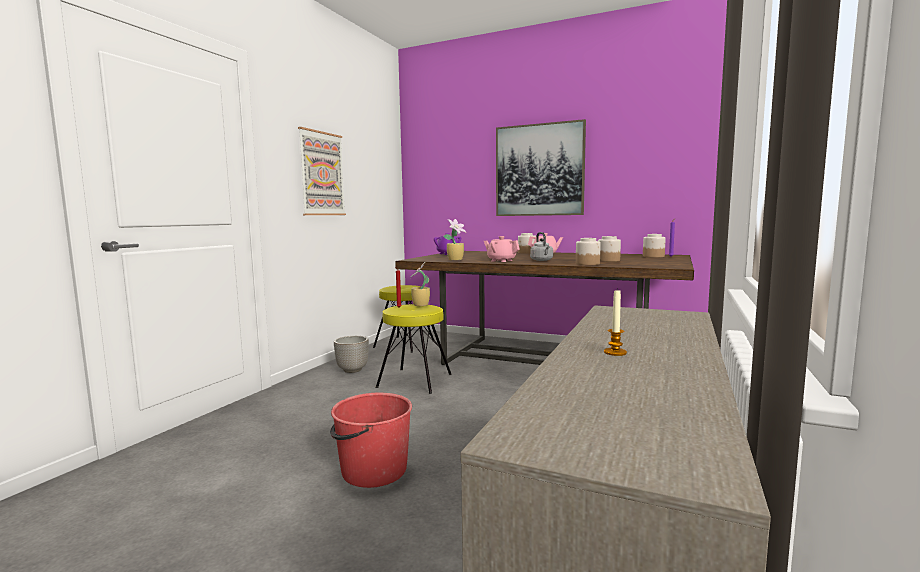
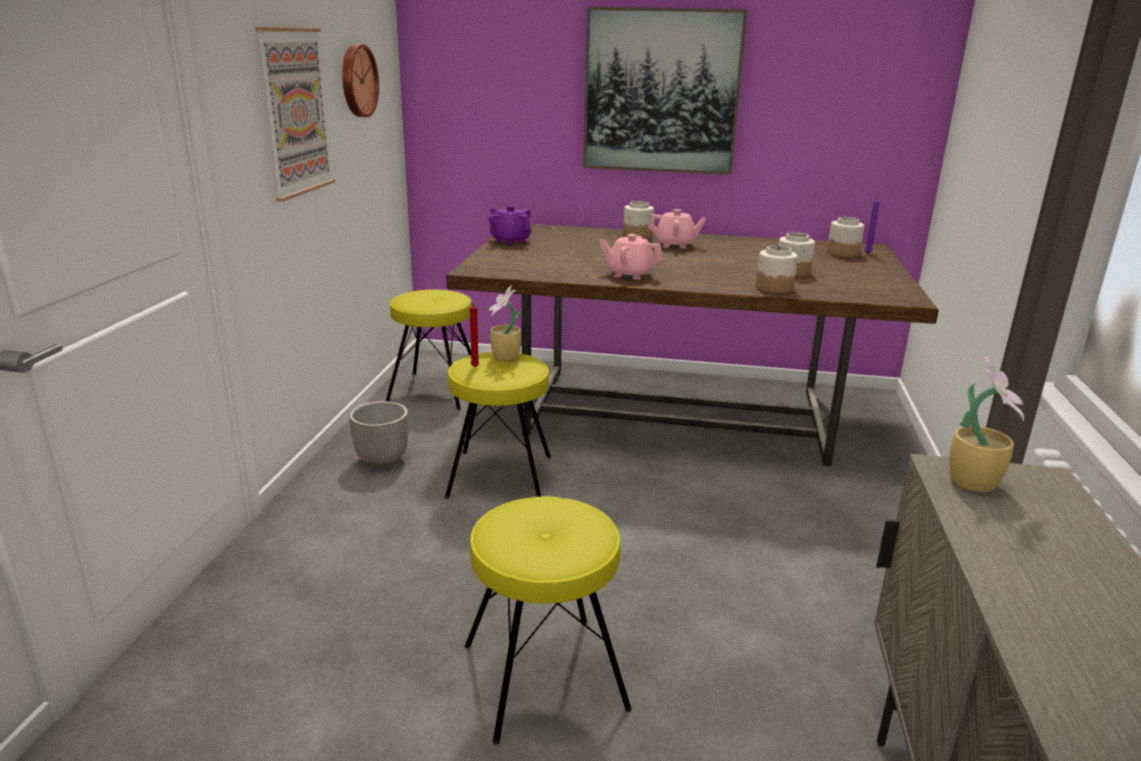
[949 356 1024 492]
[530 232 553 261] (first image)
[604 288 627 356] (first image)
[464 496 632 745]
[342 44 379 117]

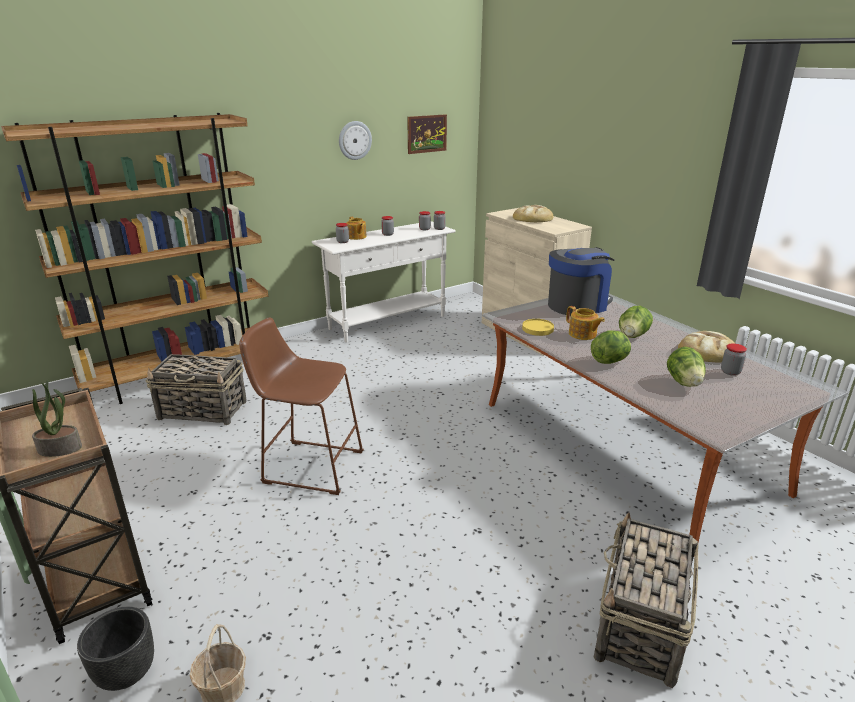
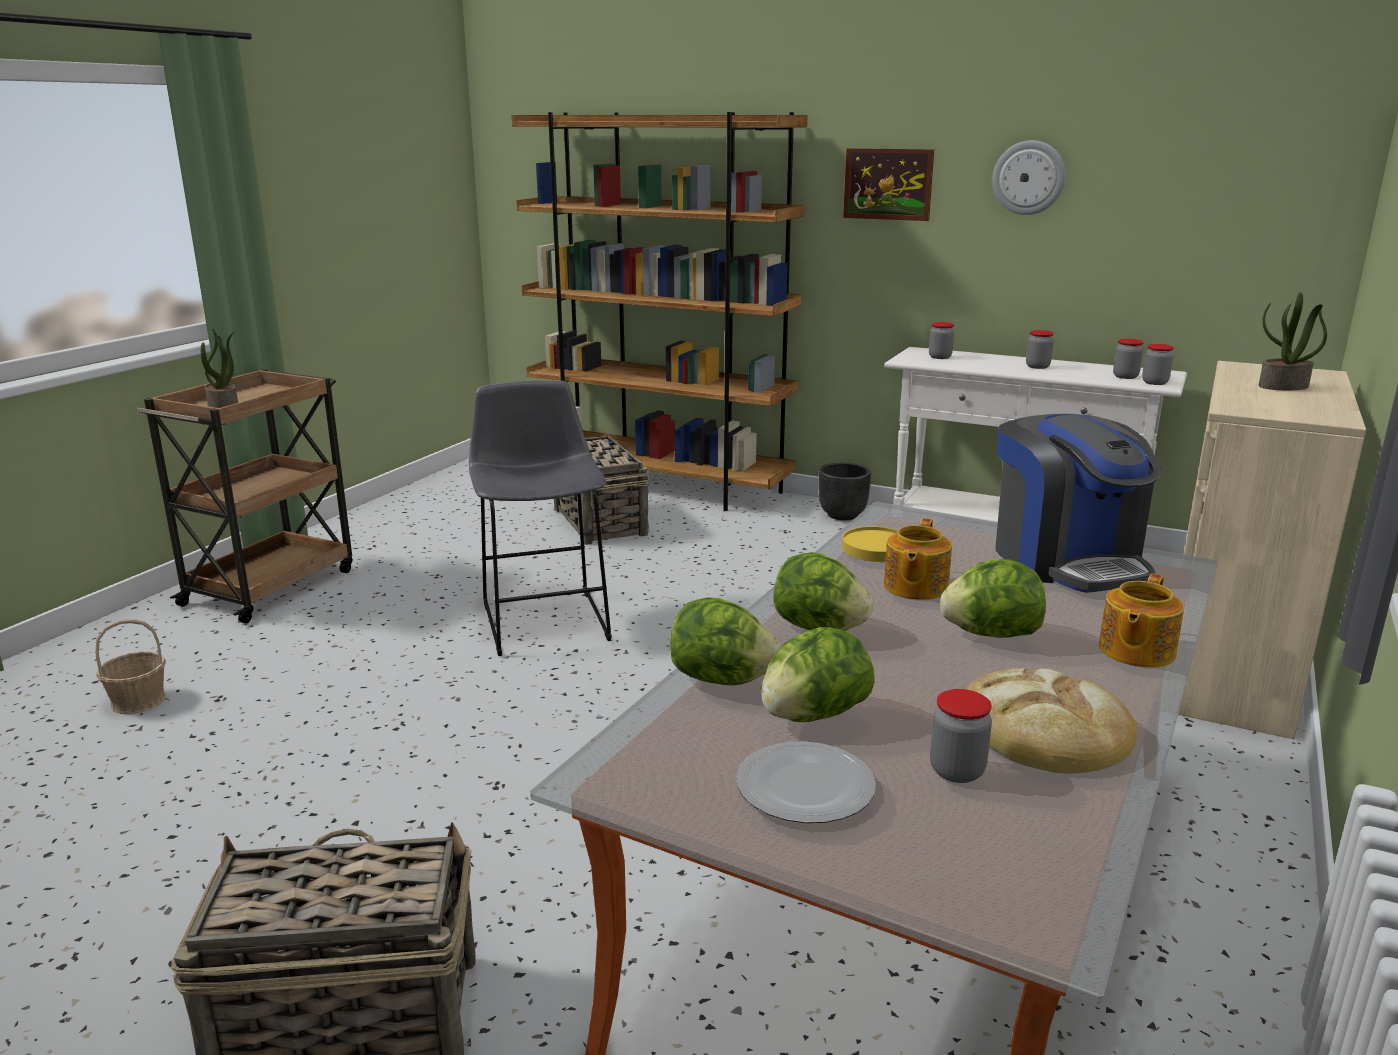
[843 148 934 221]
[1259 292 1327 390]
[1099 573 1184 668]
[996 414 1162 593]
[469 380 612 656]
[818 463 871 520]
[670 597 780 685]
[736 742 876 823]

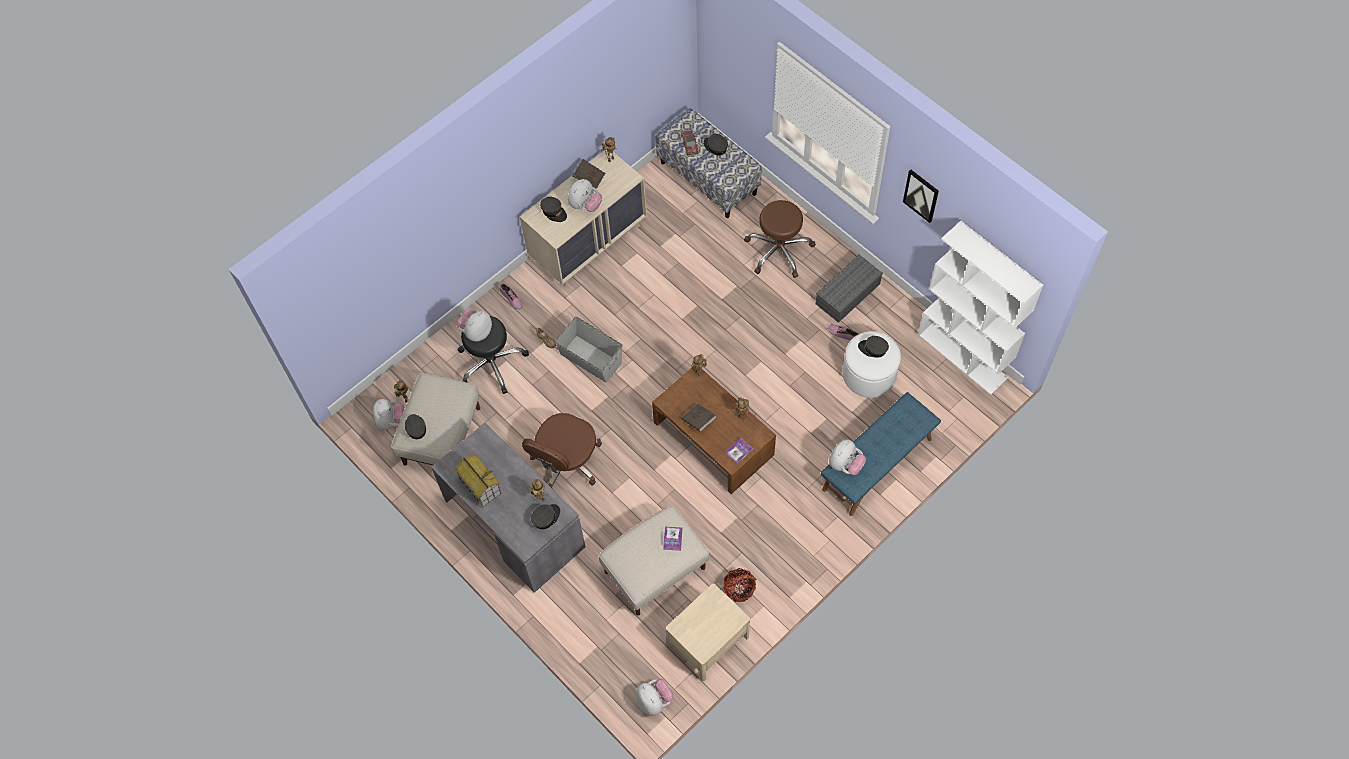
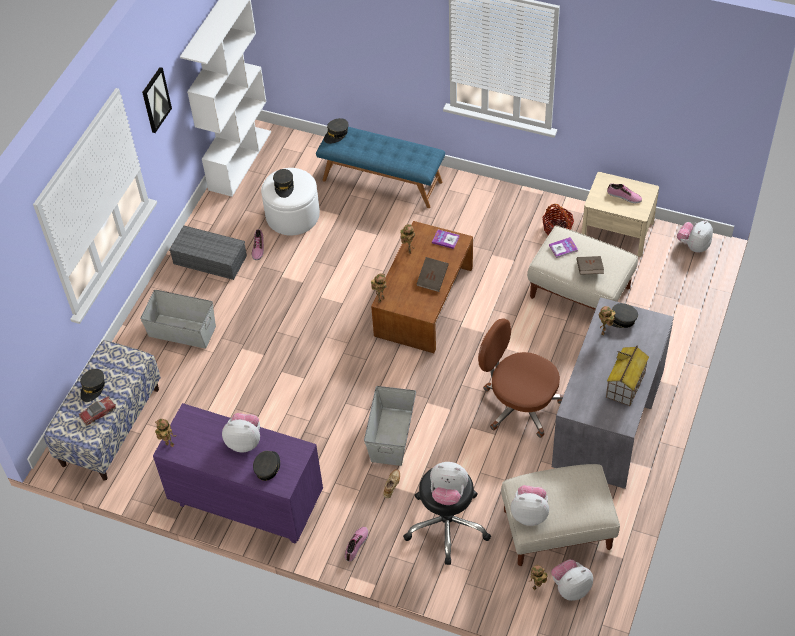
[153 403 323 544]
[577 256 604 275]
[140 290 216 349]
[478 318 564 438]
[324 118 348 144]
[511 485 549 526]
[607 183 642 203]

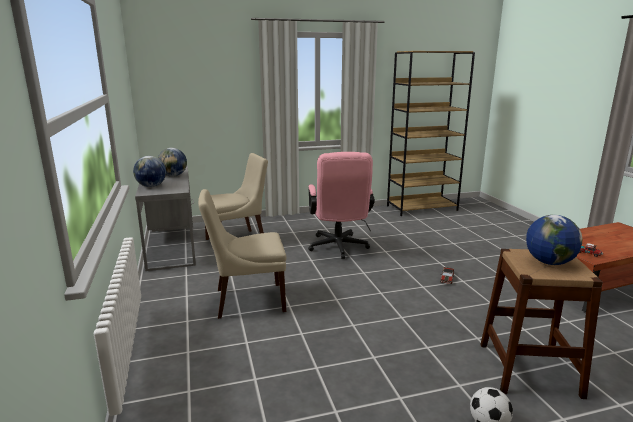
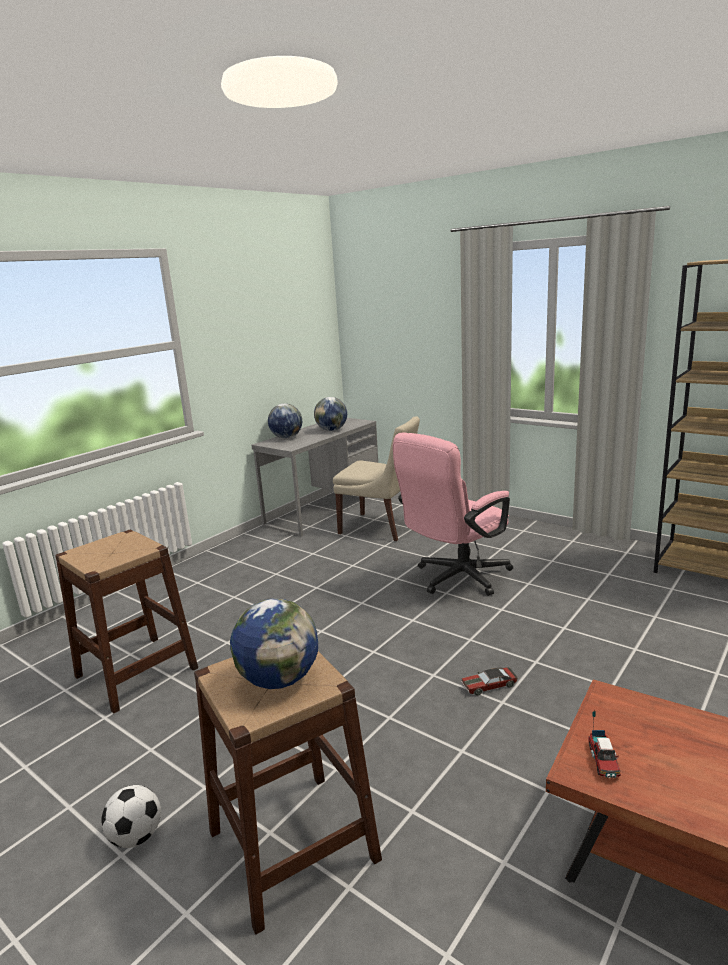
[198 189 286 319] (first image)
[55 530 198 714]

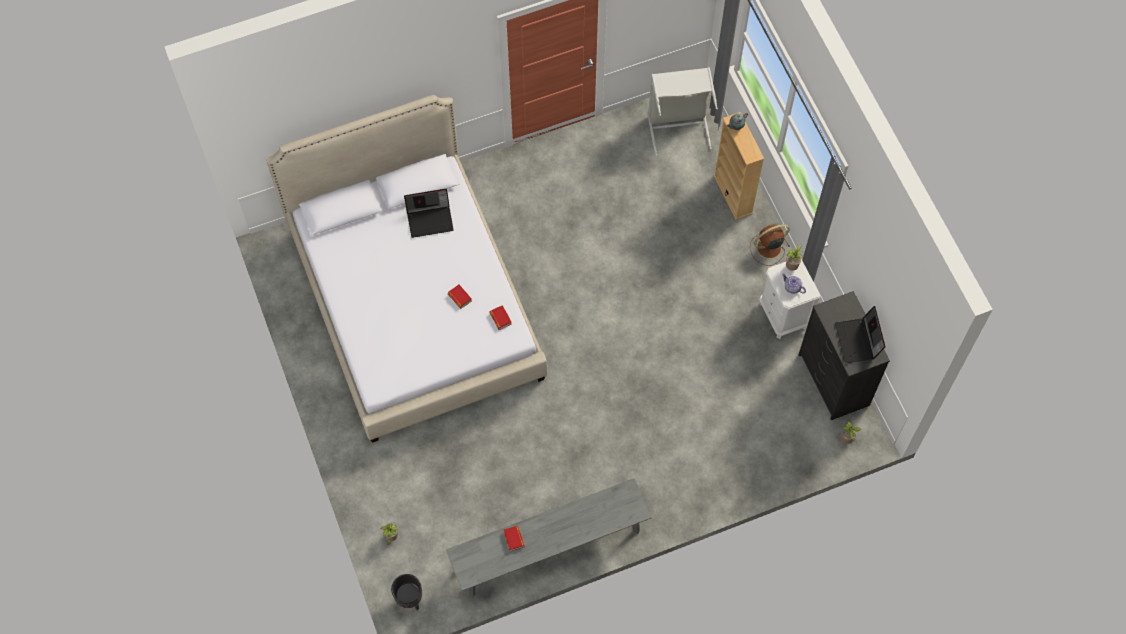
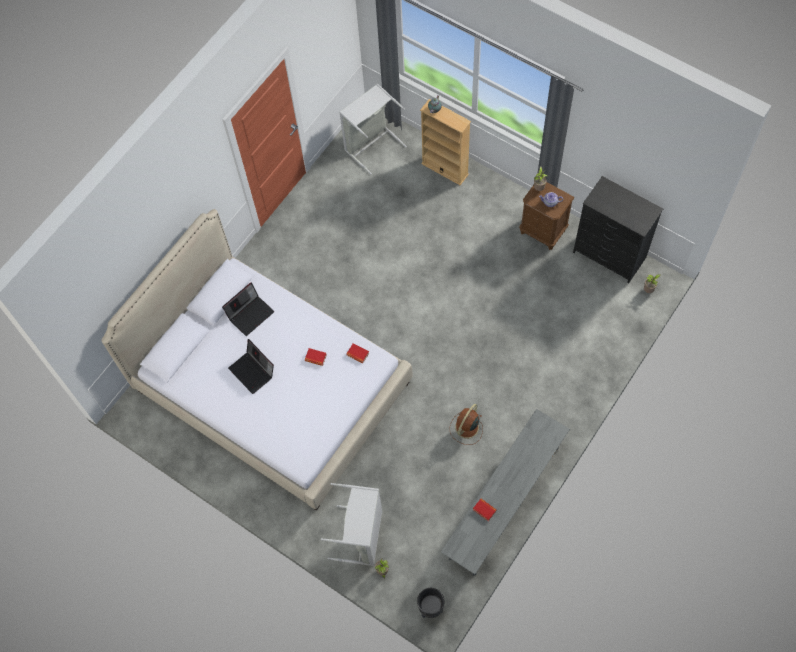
[449 404 483 445]
[519 182 574 250]
[228 339 274 394]
[321 483 382 566]

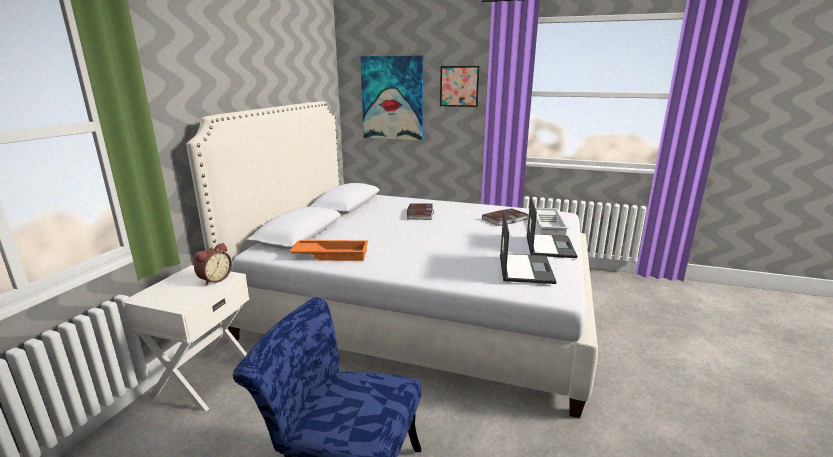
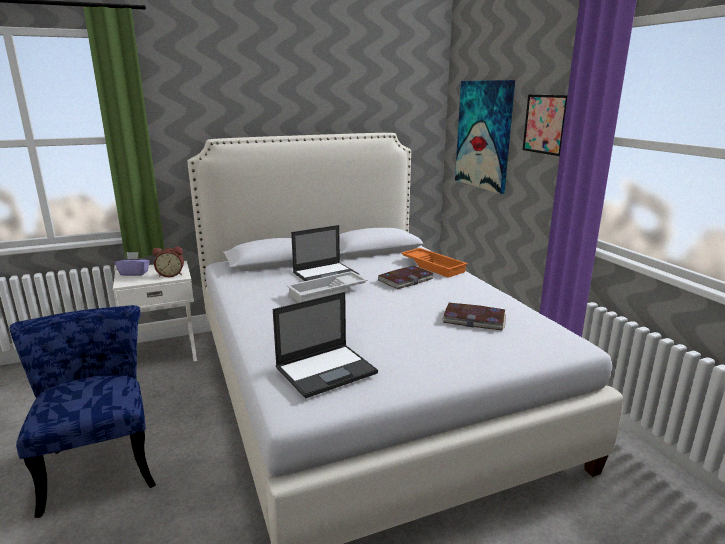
[291 225 359 281]
[287 271 368 303]
[401 248 468 278]
[115 252 150 276]

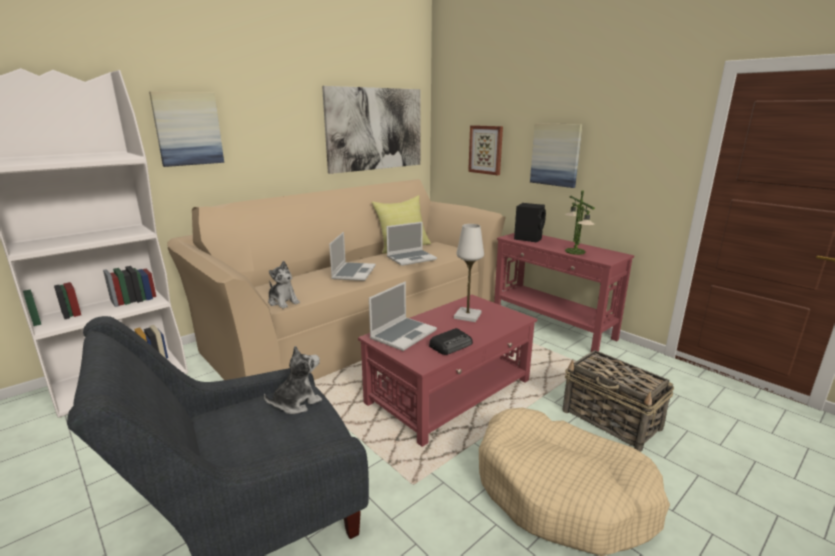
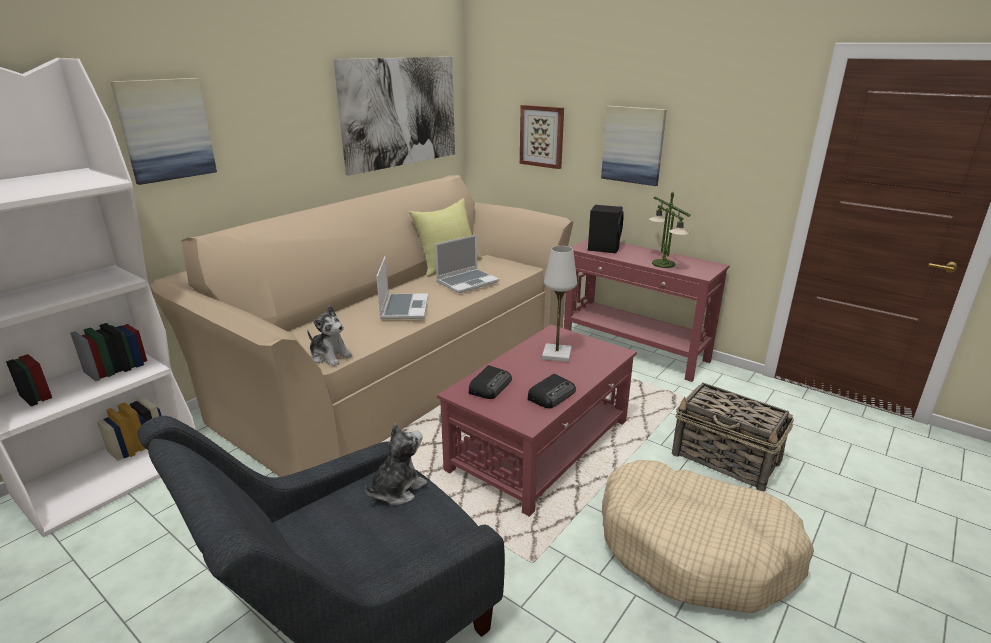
[469 365 512 399]

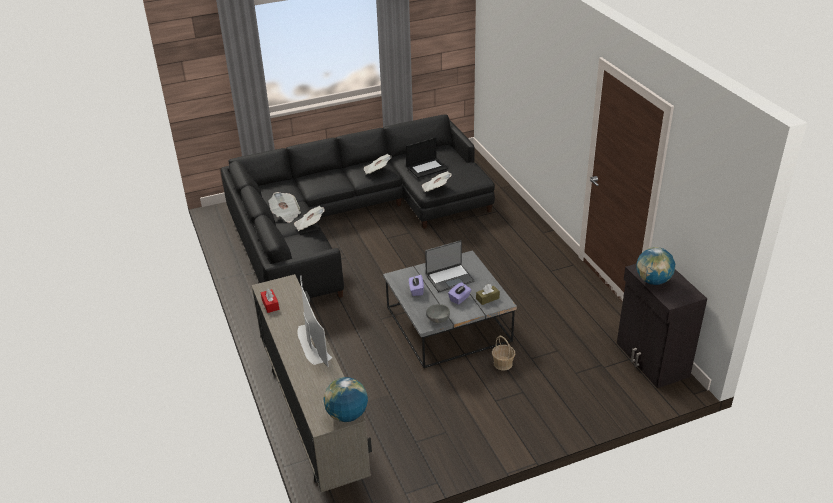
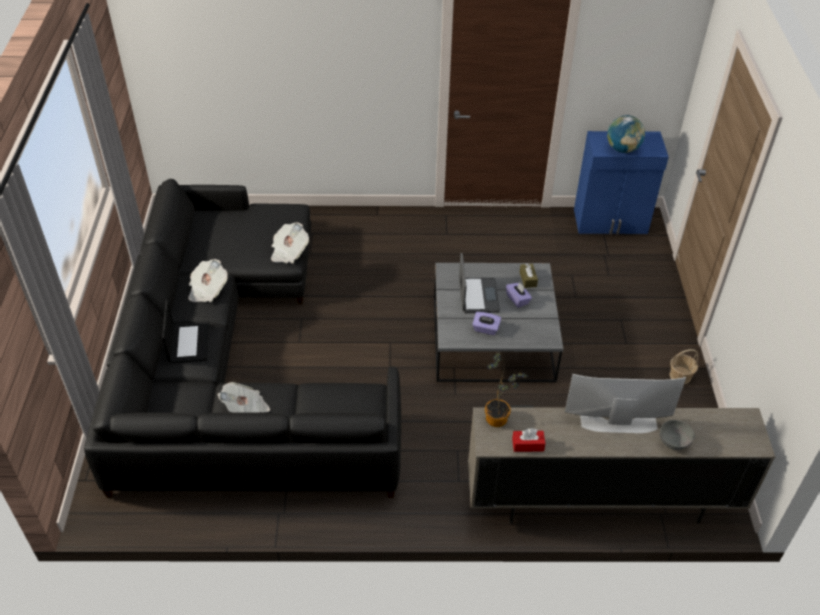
[162 300 209 363]
[294 206 325 231] (first image)
[574 131 669 235]
[660 420 695 450]
[669 349 698 384]
[323 377 368 422] (first image)
[485 352 528 427]

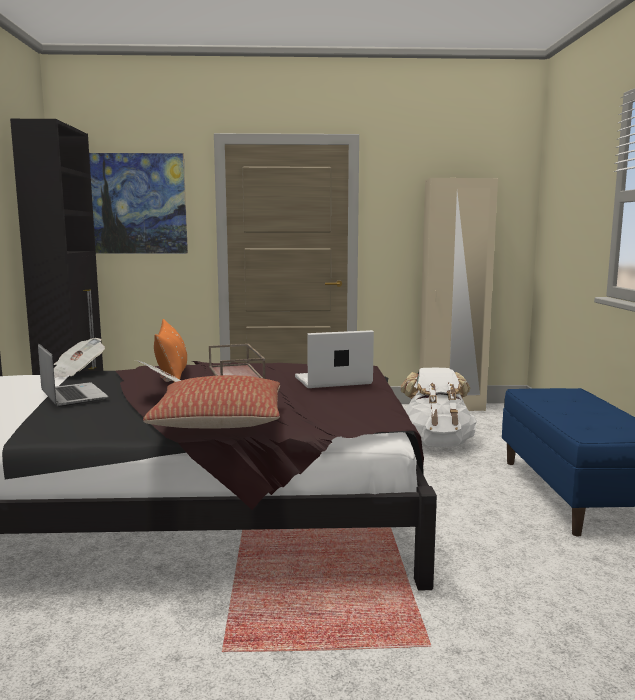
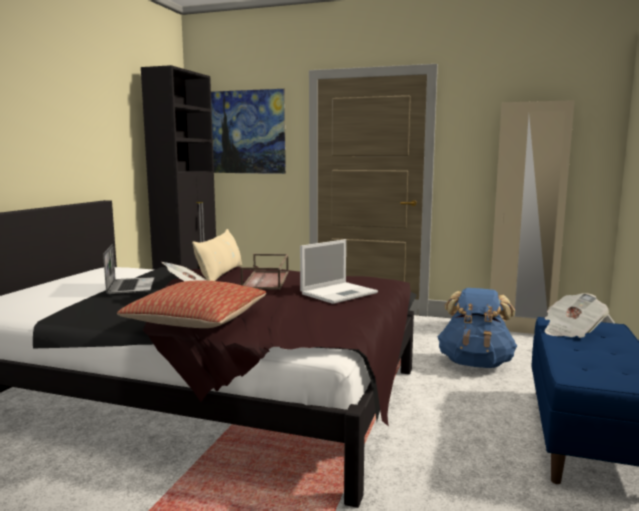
[192 229 242 281]
[300 239 378 304]
[545 293 609 338]
[438 288 517 368]

